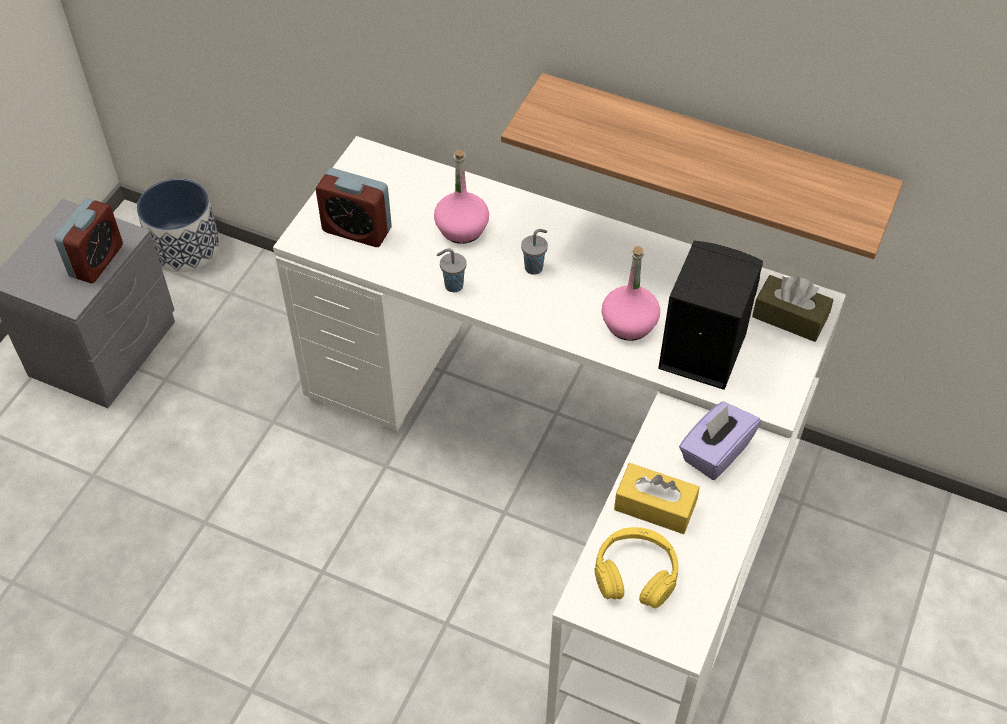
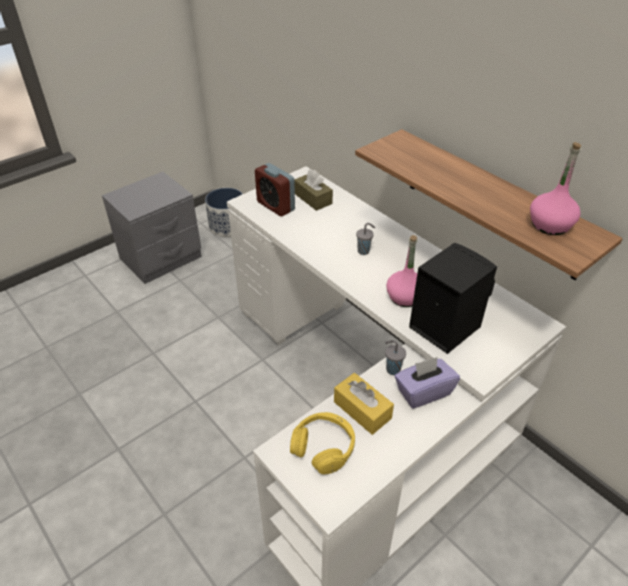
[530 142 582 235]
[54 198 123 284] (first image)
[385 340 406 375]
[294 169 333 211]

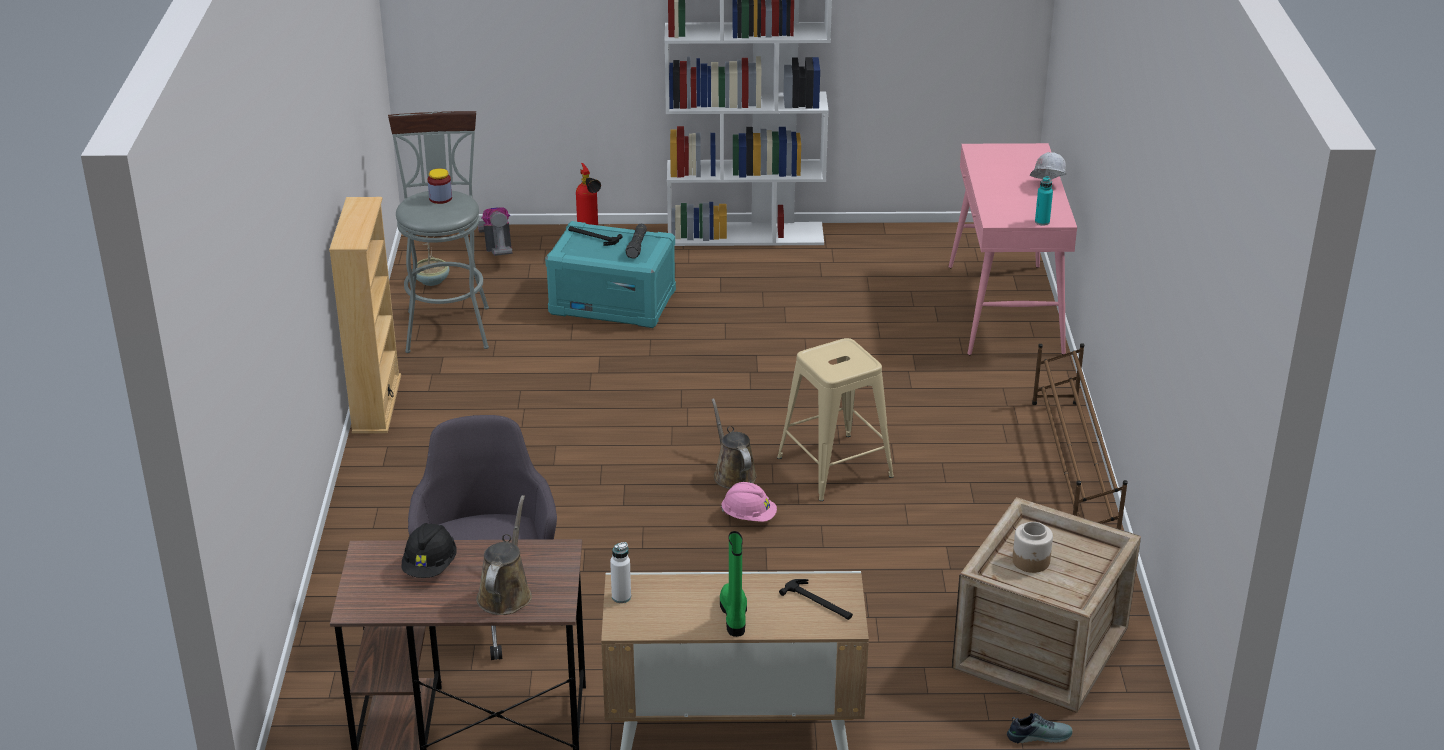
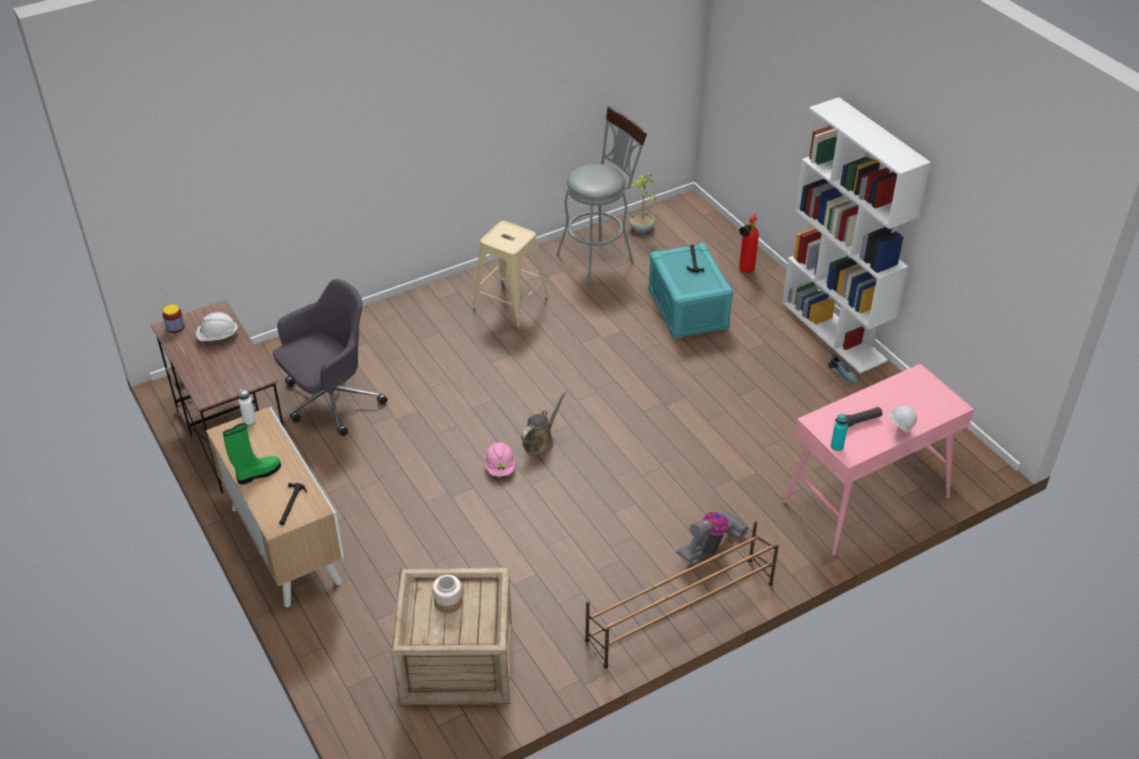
[162 304 185 333]
[329 197 401 434] (first image)
[677 511 749 562]
[835 407 882 427]
[472 221 548 328]
[476 495 532 615] (first image)
[196 312 239 341]
[828 354 858 384]

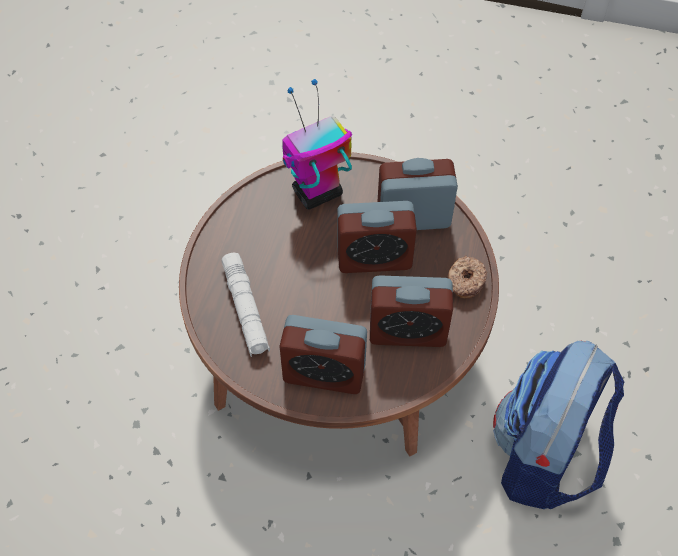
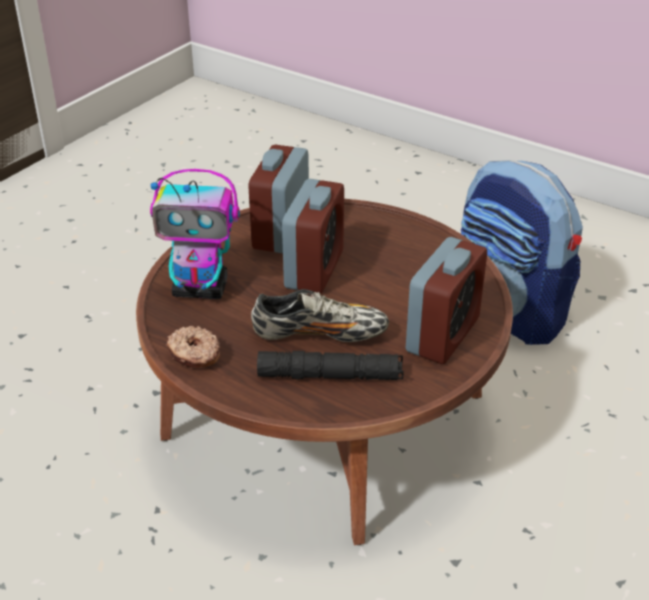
[150 169 240 299]
[257 351 403 380]
[166 326 220 368]
[370 275 453 347] (first image)
[251 289 389 342]

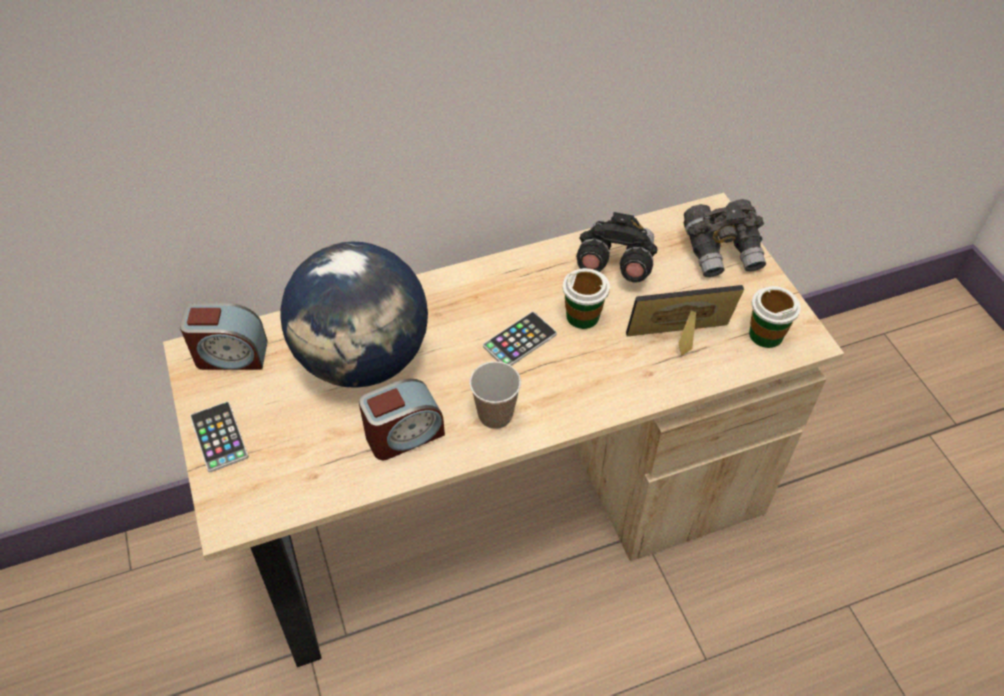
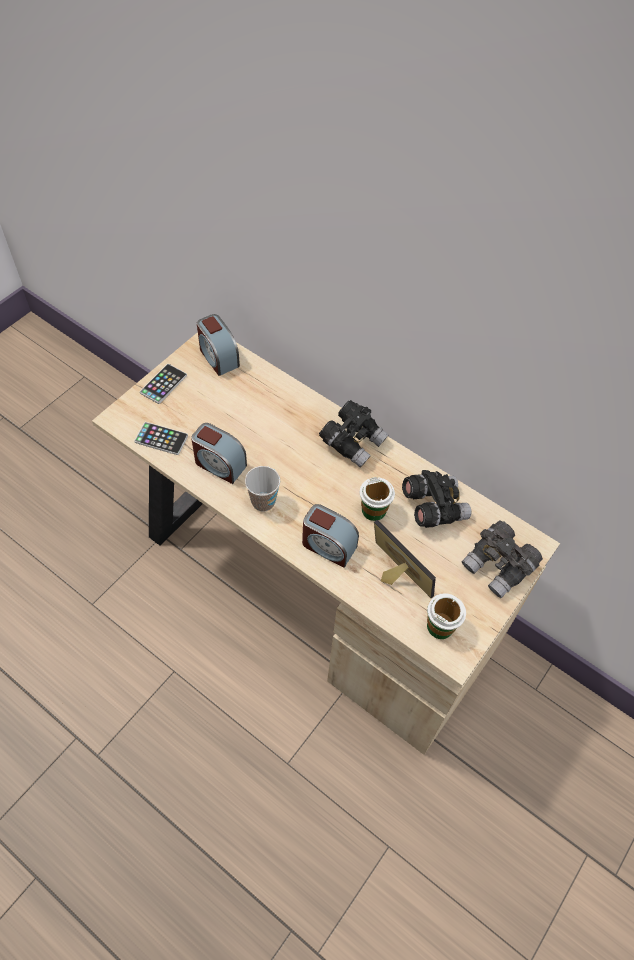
[281 242 428 388] (first image)
[134 422 188 455]
[319 400 389 468]
[302 504 359 568]

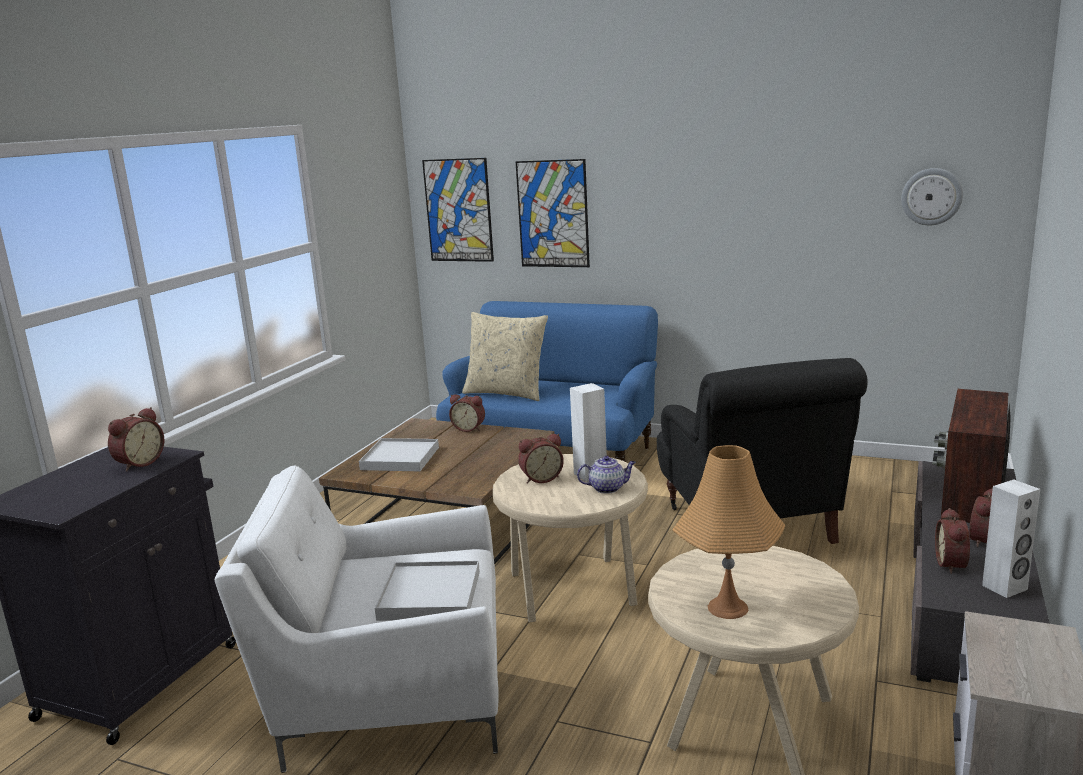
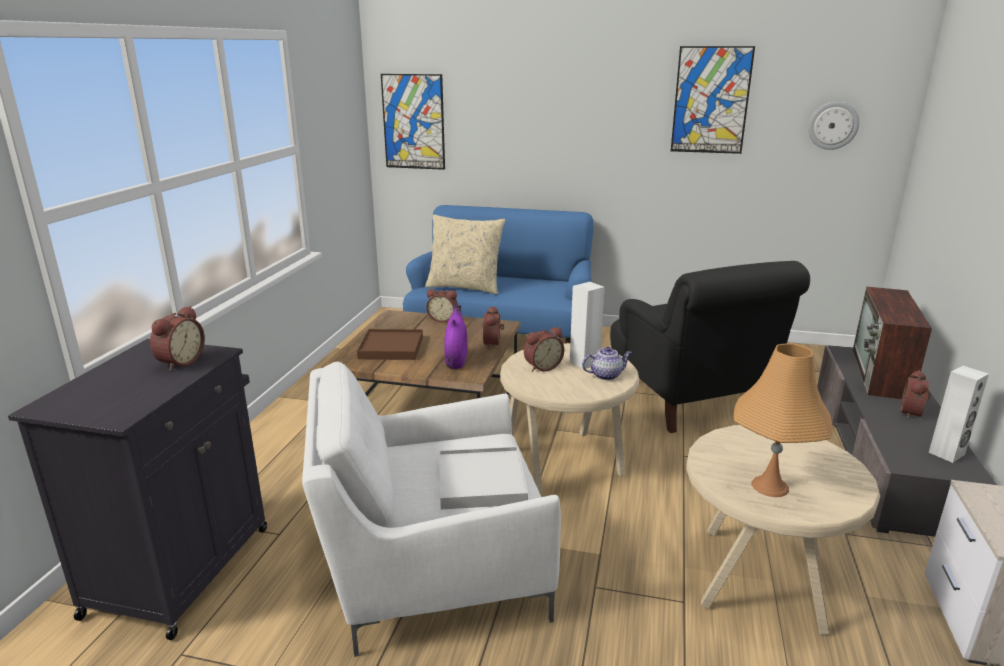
[671 46 755 154]
[357 329 423 360]
[483 306 504 348]
[444 305 468 369]

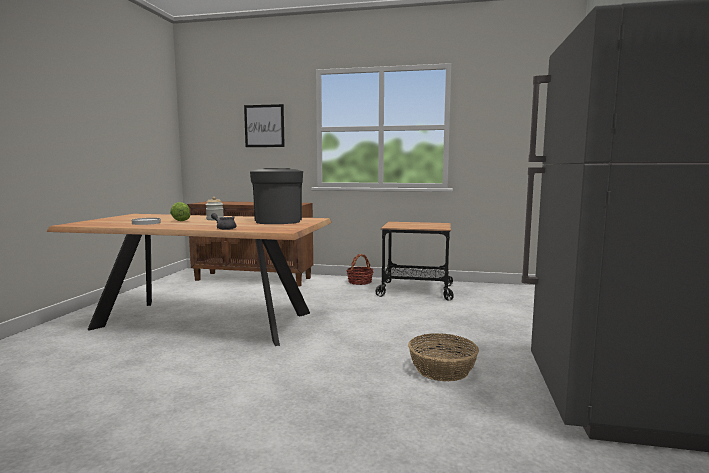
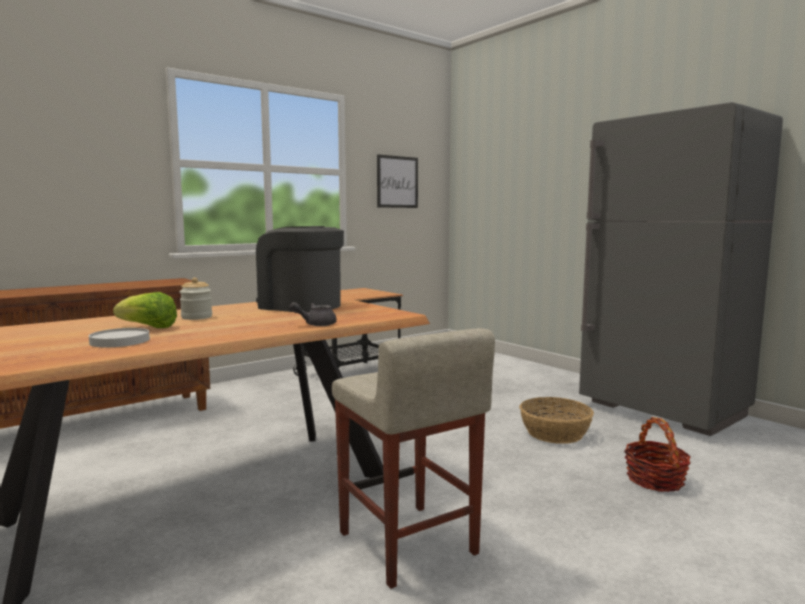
[377 154 418 208]
[624 417 691 492]
[332 328 495 589]

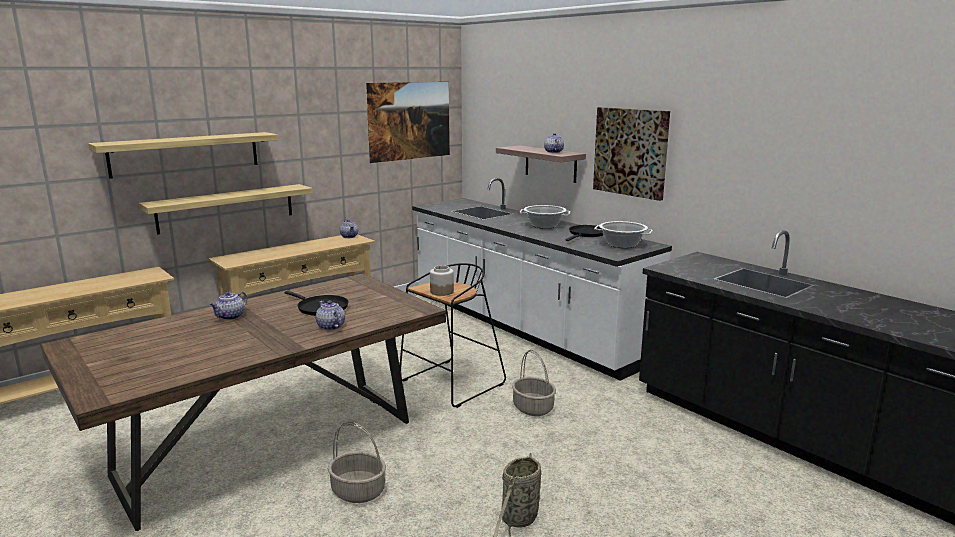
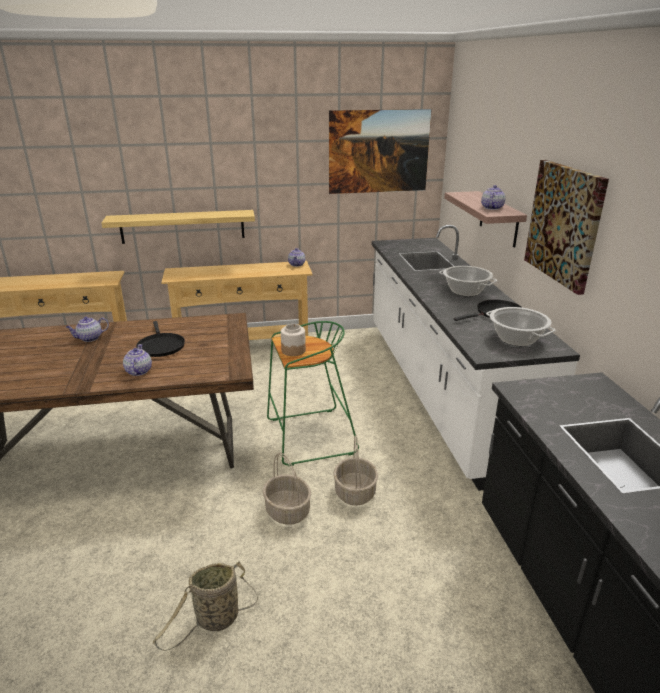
[88 132 278 179] (first image)
[267 321 359 466]
[263 452 311 525]

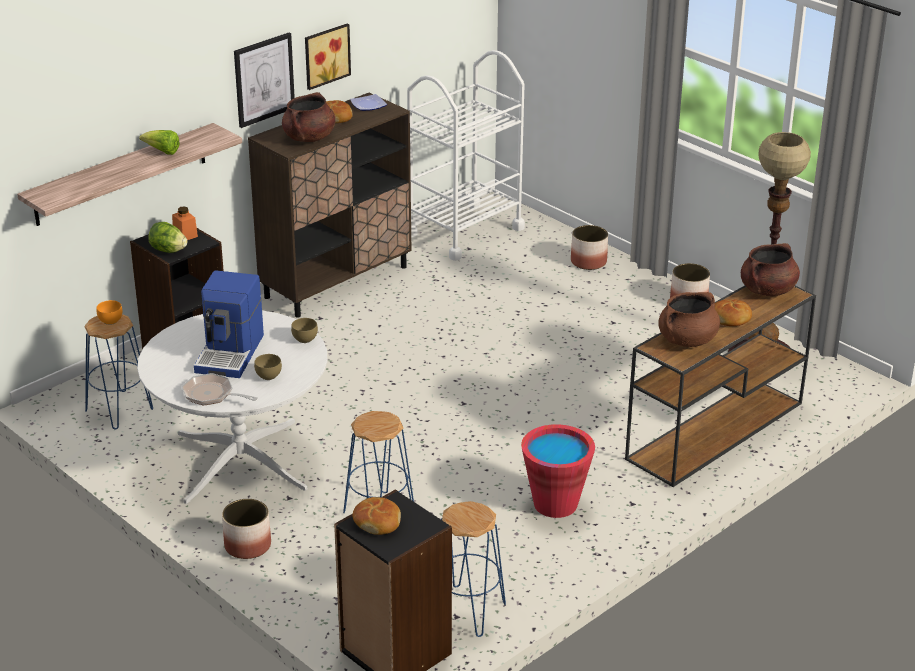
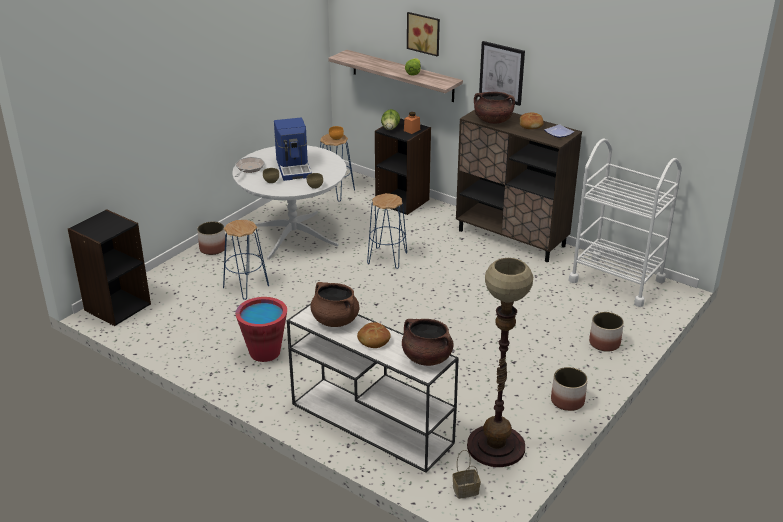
[407 12 440 57]
[274 118 312 181]
[287 303 459 473]
[352 497 401 535] (first image)
[367 193 407 269]
[452 450 481 499]

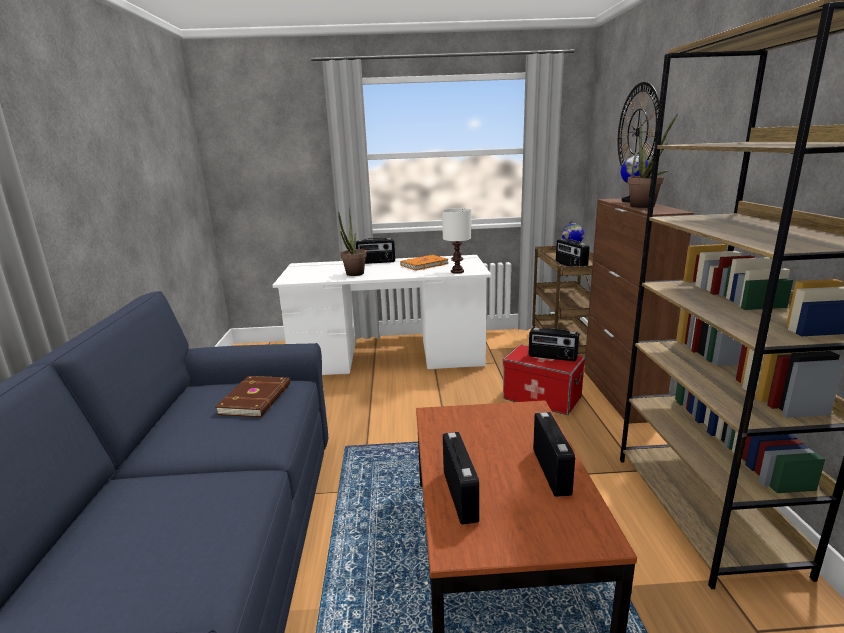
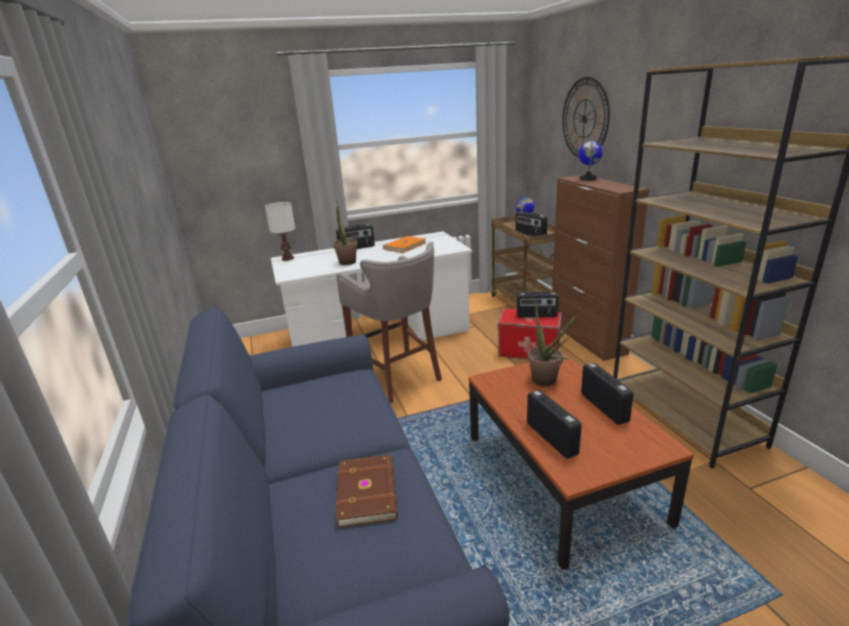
[528 298 577 386]
[265 202 295 261]
[336 455 398 528]
[337 242 442 403]

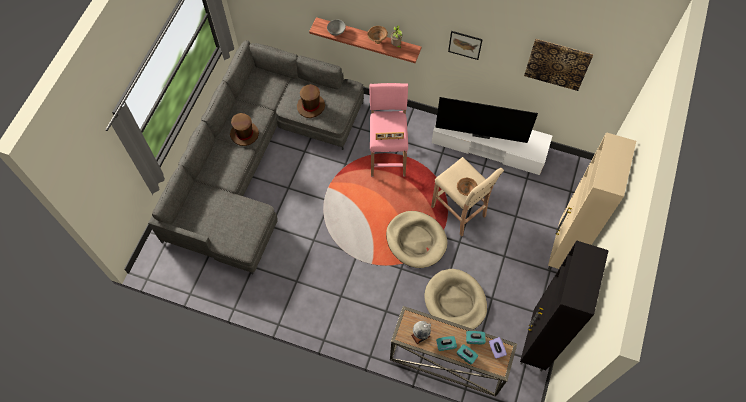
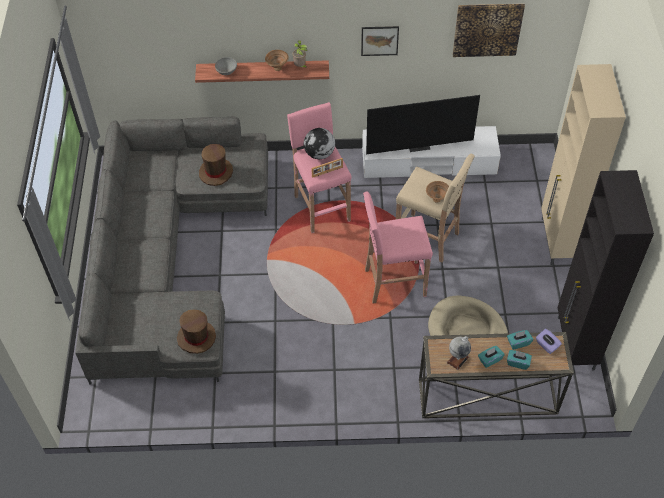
[177 310 216 354]
[363 192 433 303]
[304 128 335 159]

